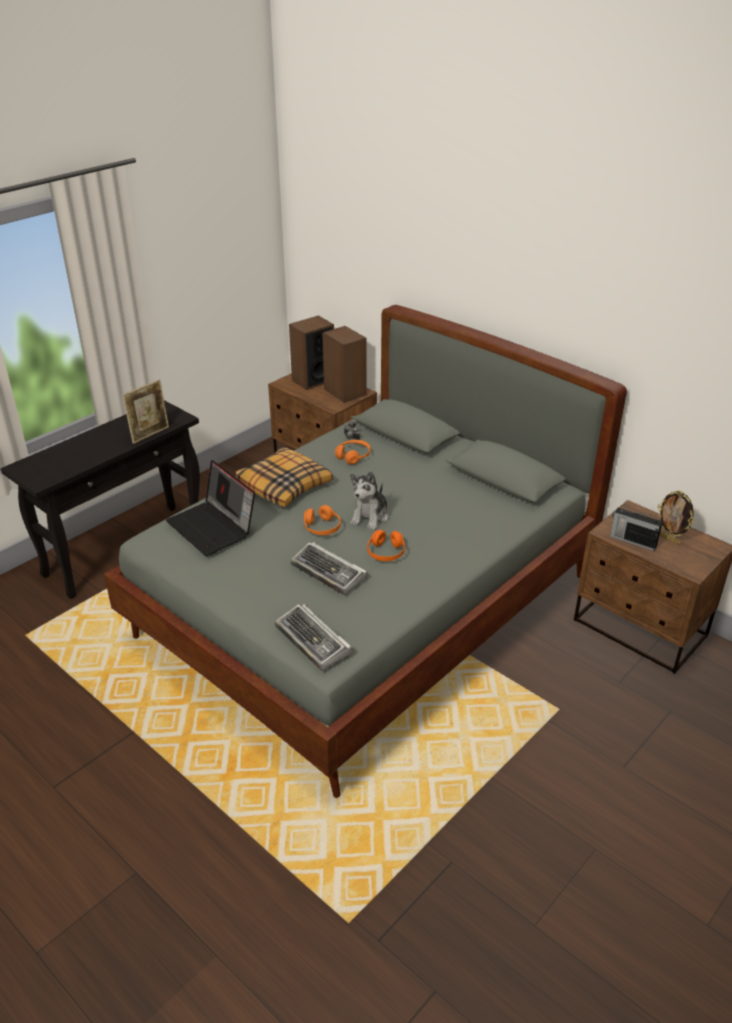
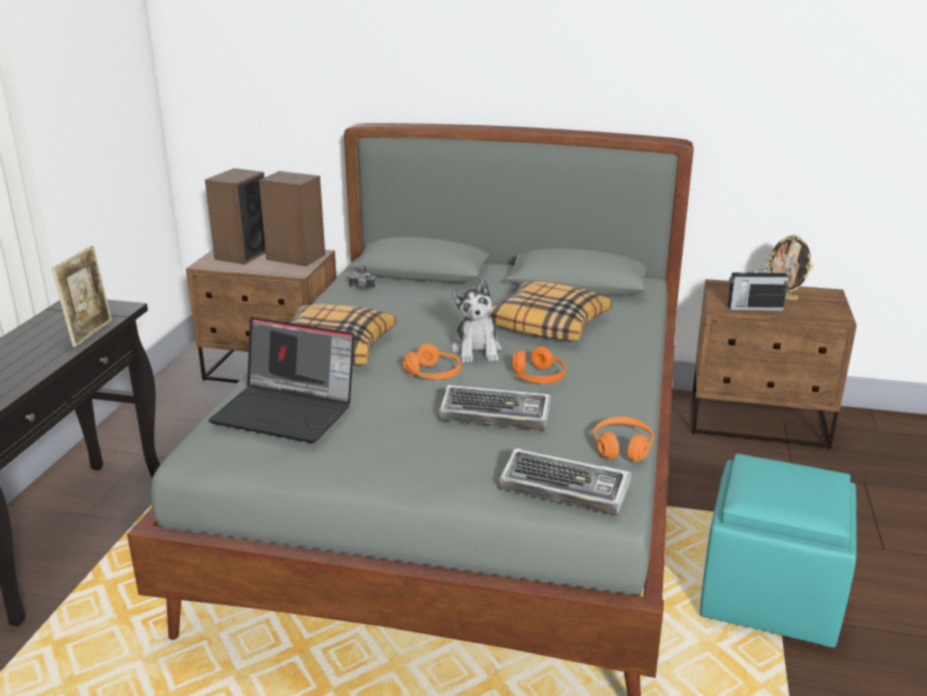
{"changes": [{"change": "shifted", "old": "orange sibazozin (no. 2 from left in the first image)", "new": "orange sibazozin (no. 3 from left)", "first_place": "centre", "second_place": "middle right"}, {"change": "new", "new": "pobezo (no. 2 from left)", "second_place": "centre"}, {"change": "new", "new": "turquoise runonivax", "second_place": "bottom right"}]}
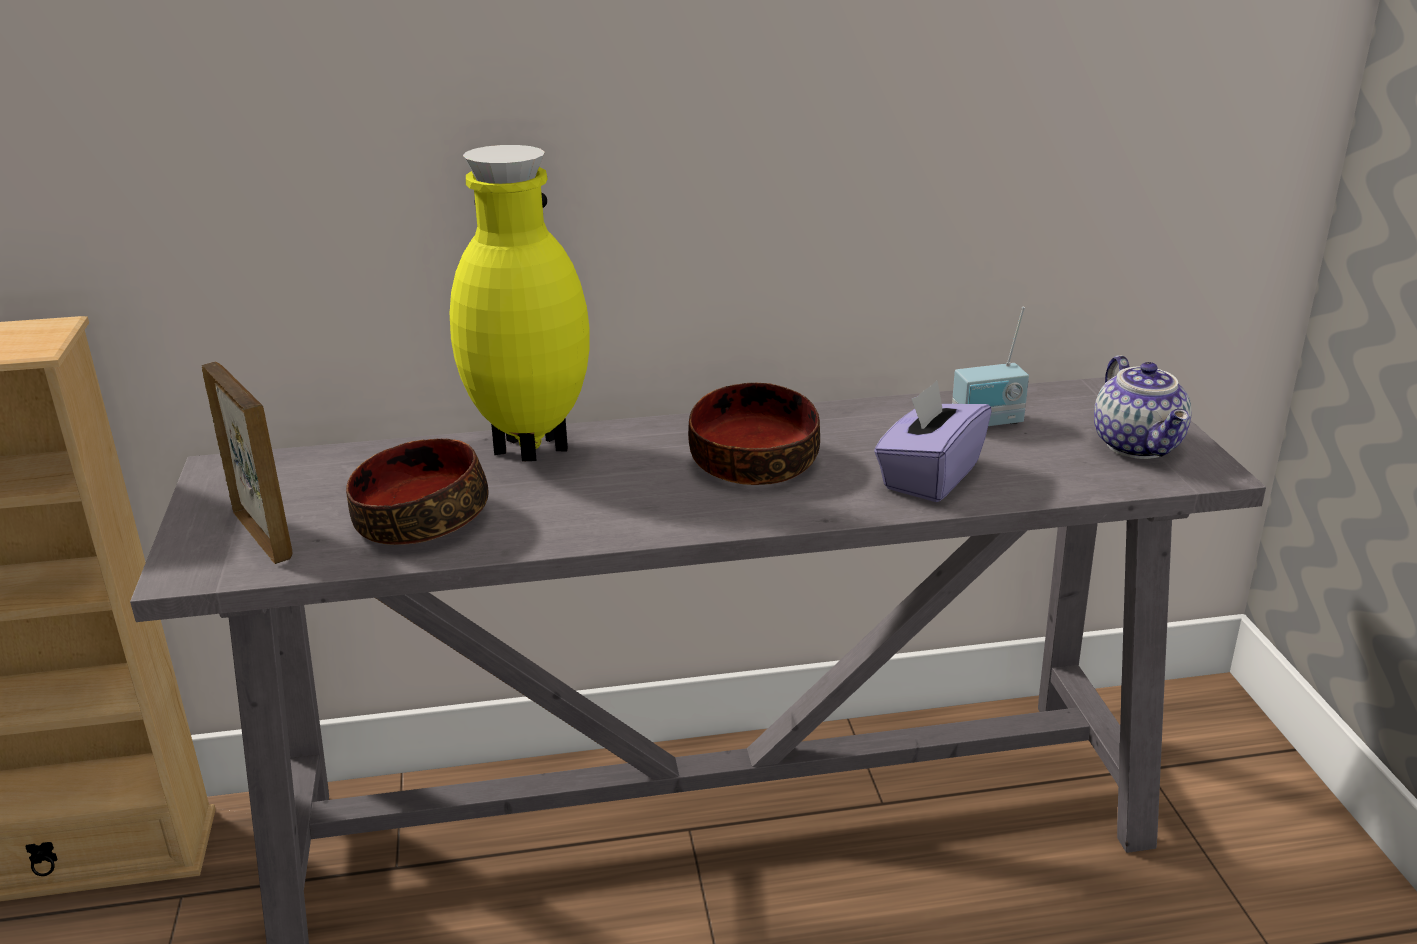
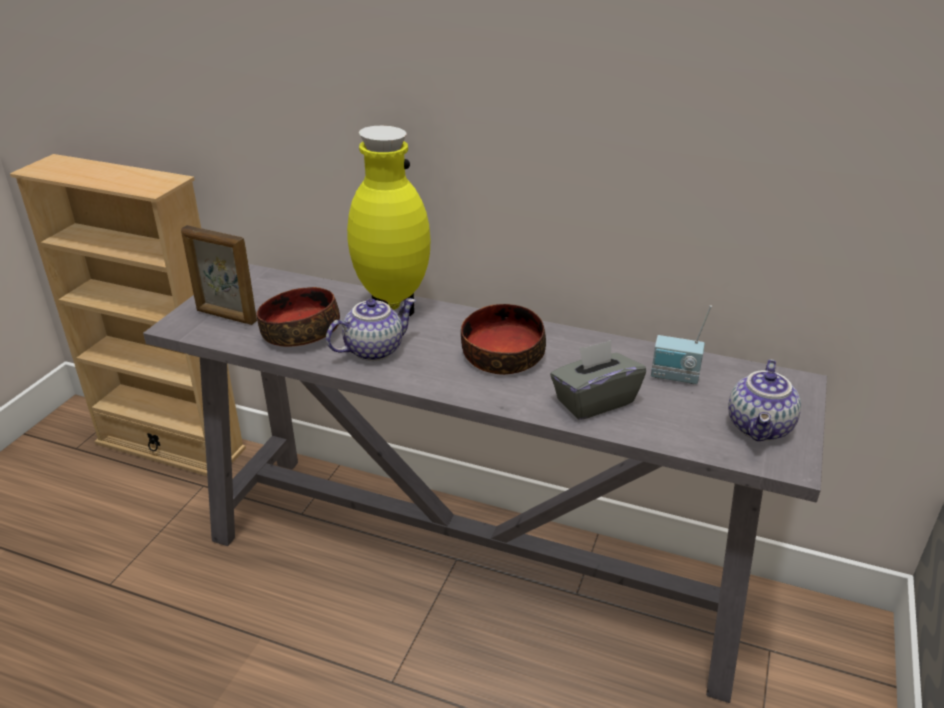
{"changes": [{"change": "rotated", "old": "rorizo", "first_place": "middle left", "second_place": "middle left", "degrees": 120}, {"change": "repainted", "old": "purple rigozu", "new": "grey rigozu", "first_place": "centre", "second_place": "centre"}, {"change": "new", "new": "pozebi (no. 1 from left)", "second_place": "centre"}]}
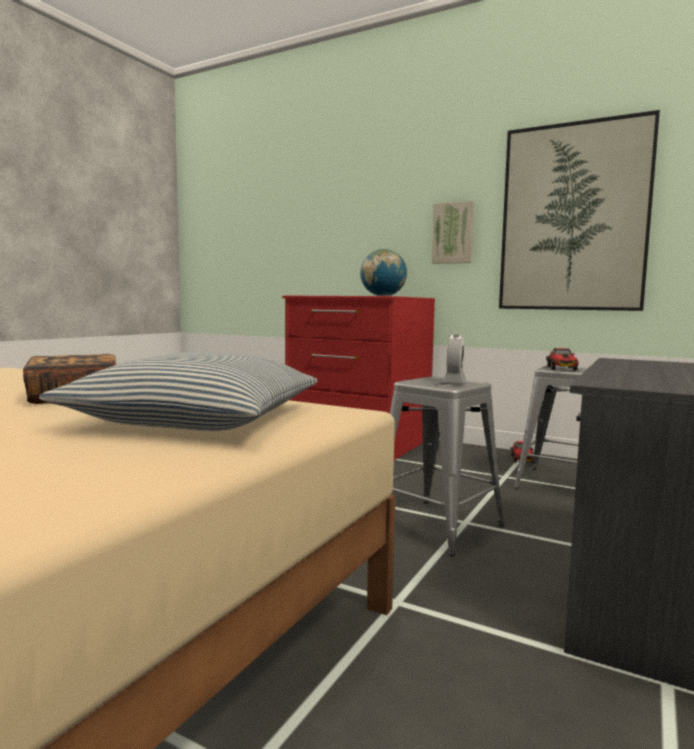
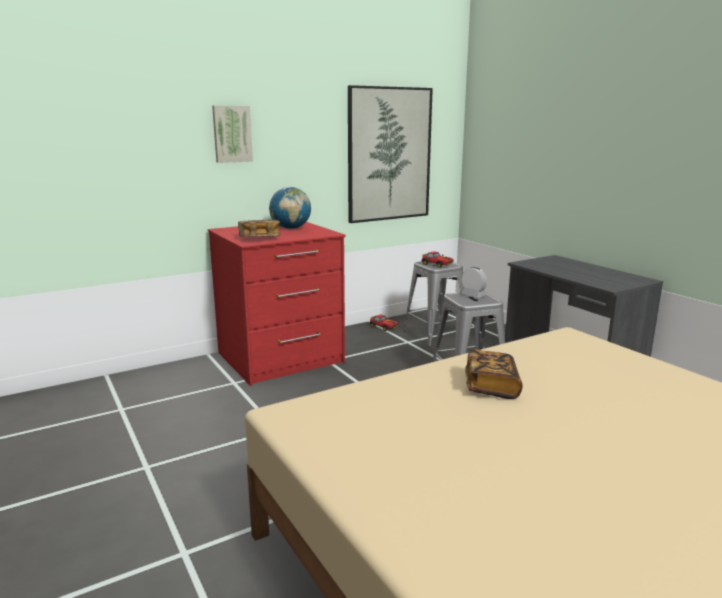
{"changes": [{"change": "gone", "old": "pobezo", "first_place": "middle left"}, {"change": "shifted", "old": "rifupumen (no. 1 from left)", "first_place": "top centre", "second_place": "top left"}, {"change": "new", "new": "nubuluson (no. 1 from left)", "second_place": "centre"}]}
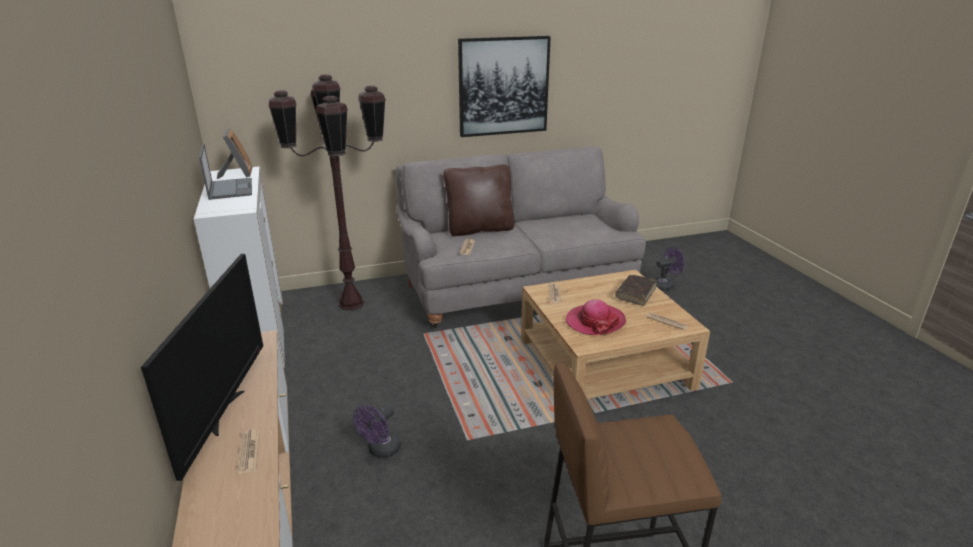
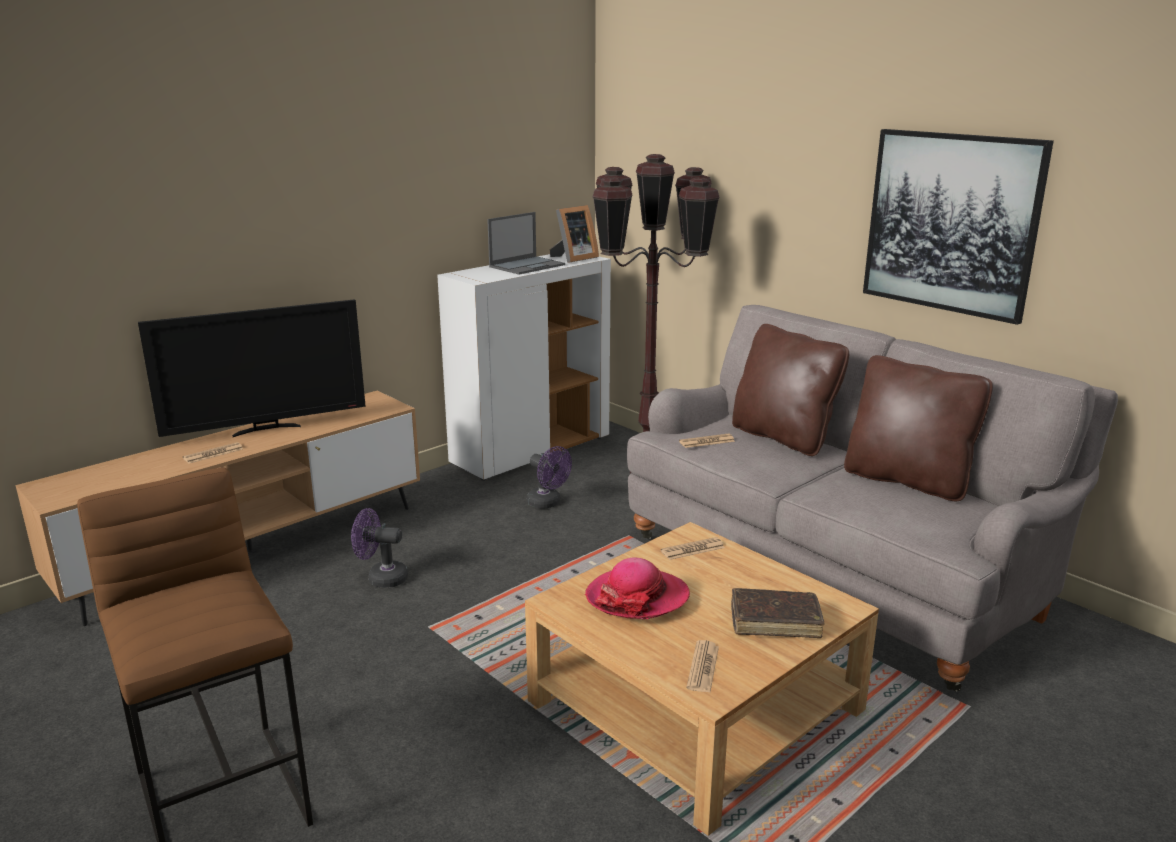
{"changes": [{"change": "shifted", "old": "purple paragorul (no. 2 from left)", "first_place": "middle right", "second_place": "centre"}, {"change": "new", "new": "brown pobezo (no. 2 from left)", "second_place": "middle right"}]}
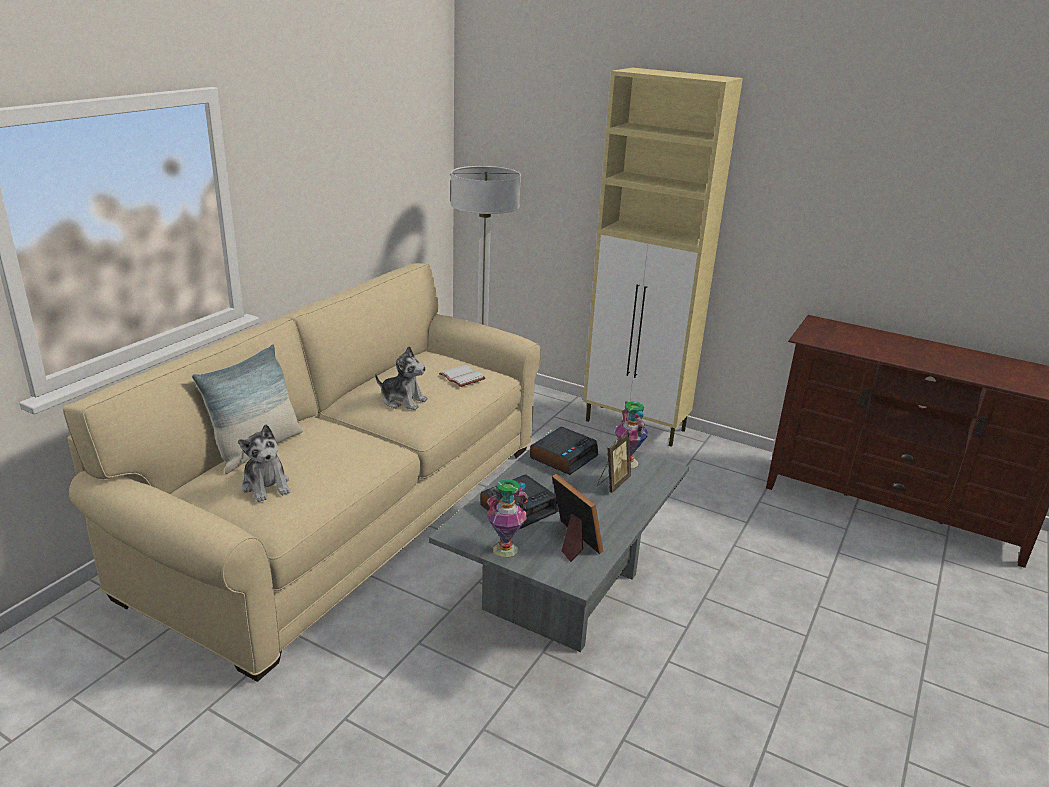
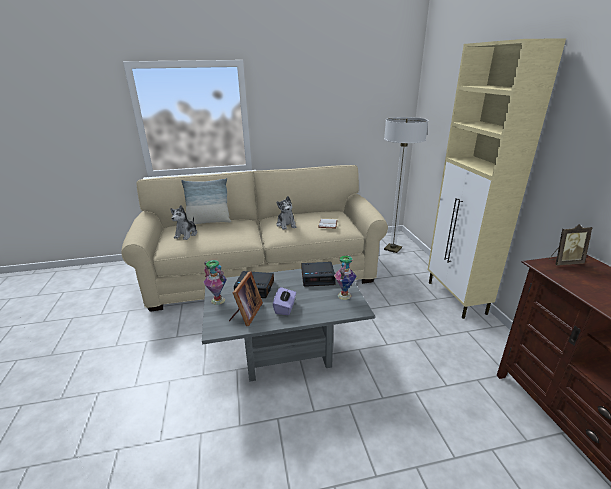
{"changes": [{"change": "shifted", "old": "rorizo (no. 2 from left)", "first_place": "centre", "second_place": "middle right"}, {"change": "new", "new": "purple rigozu", "second_place": "centre"}]}
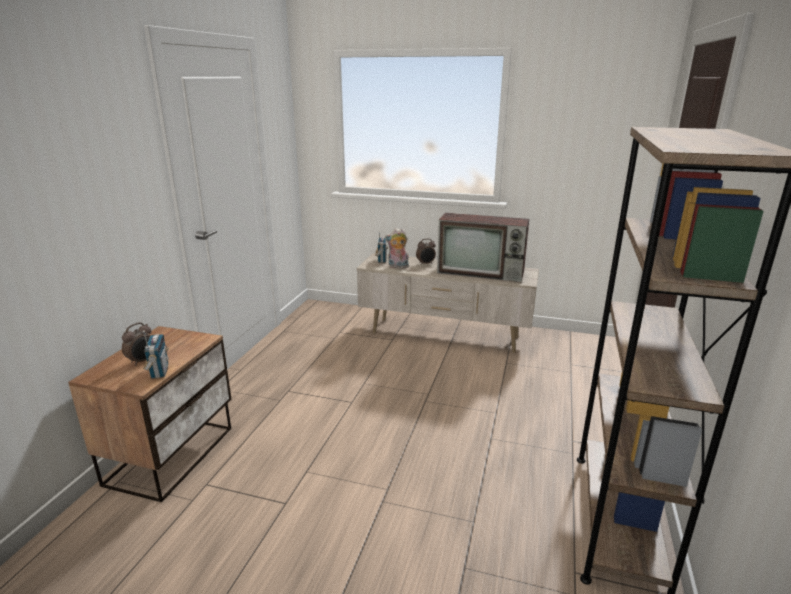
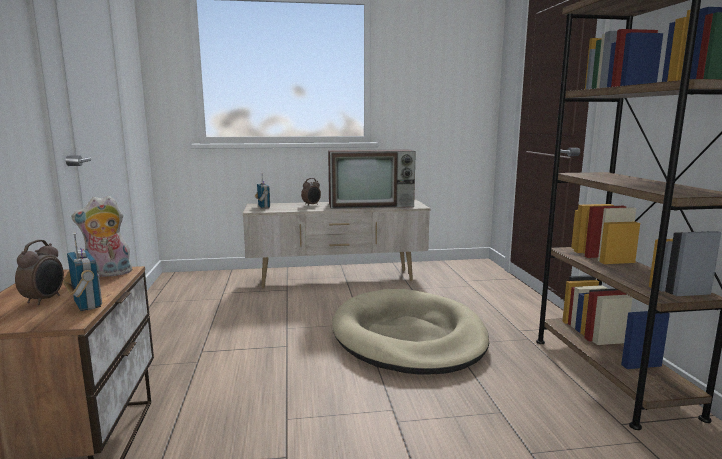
{"changes": [{"change": "shifted", "old": "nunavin", "first_place": "centre", "second_place": "middle left"}, {"change": "new", "new": "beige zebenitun", "second_place": "bottom centre"}]}
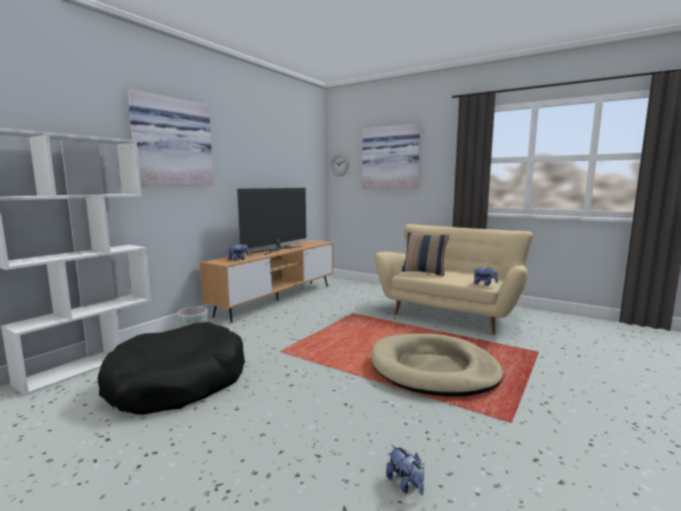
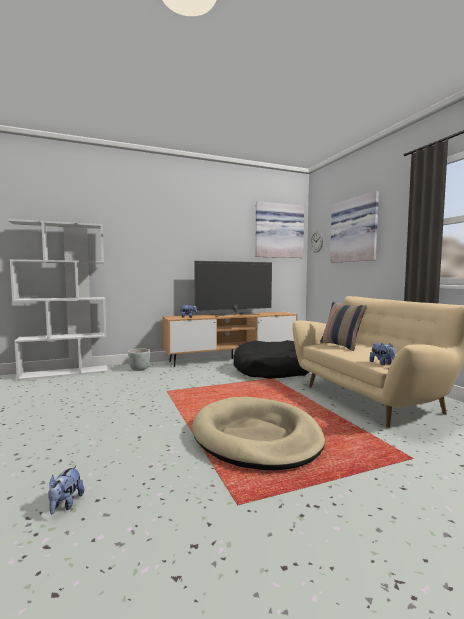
{"changes": [{"change": "shifted", "old": "black zebenitun", "first_place": "bottom left", "second_place": "centre"}, {"change": "shifted", "old": "rifupumen (no. 1 from left)", "first_place": "top left", "second_place": "centre"}]}
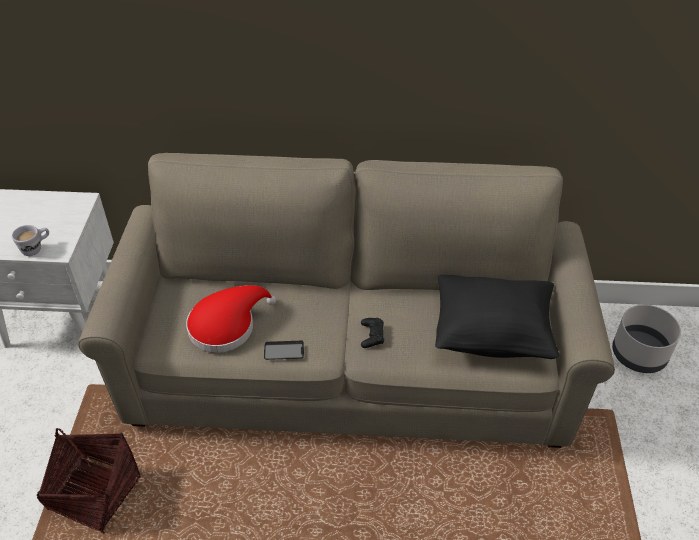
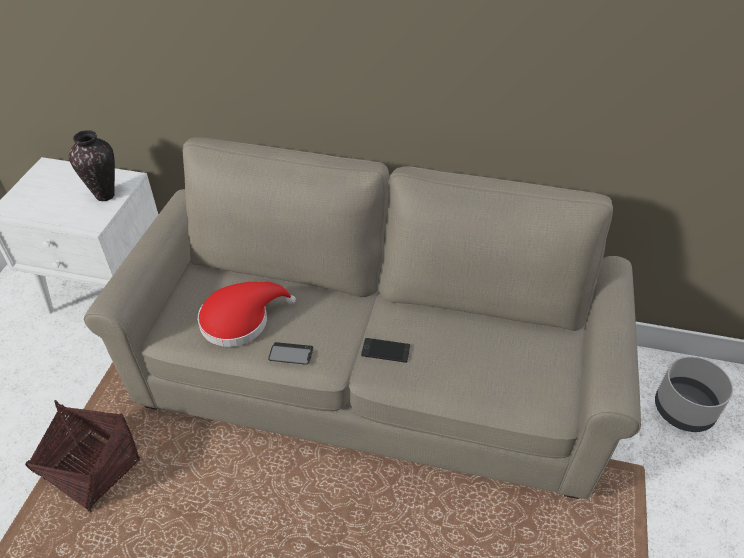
{"changes": [{"change": "gone", "old": "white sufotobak", "first_place": "middle left"}, {"change": "swapped", "old": "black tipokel", "new": "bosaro (no. 2 from left)", "first_place": "centre", "second_place": "centre"}, {"change": "gone", "old": "black pobezo", "first_place": "middle right"}, {"change": "new", "new": "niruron", "second_place": "top left"}]}
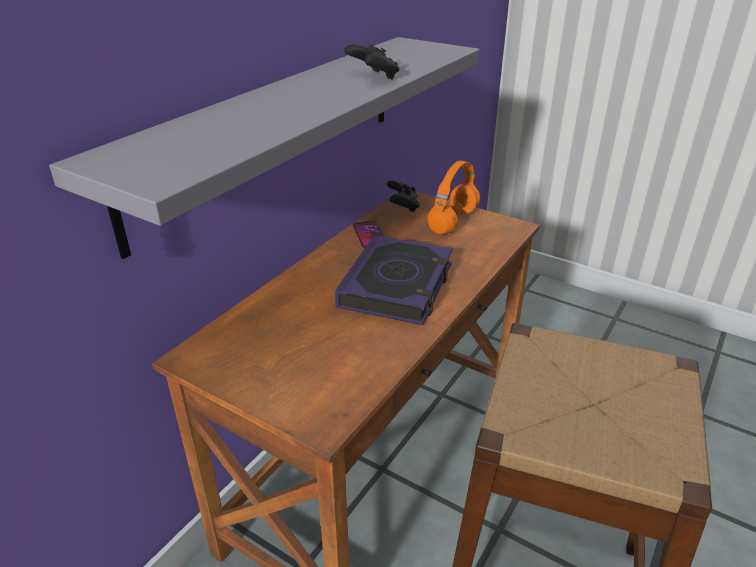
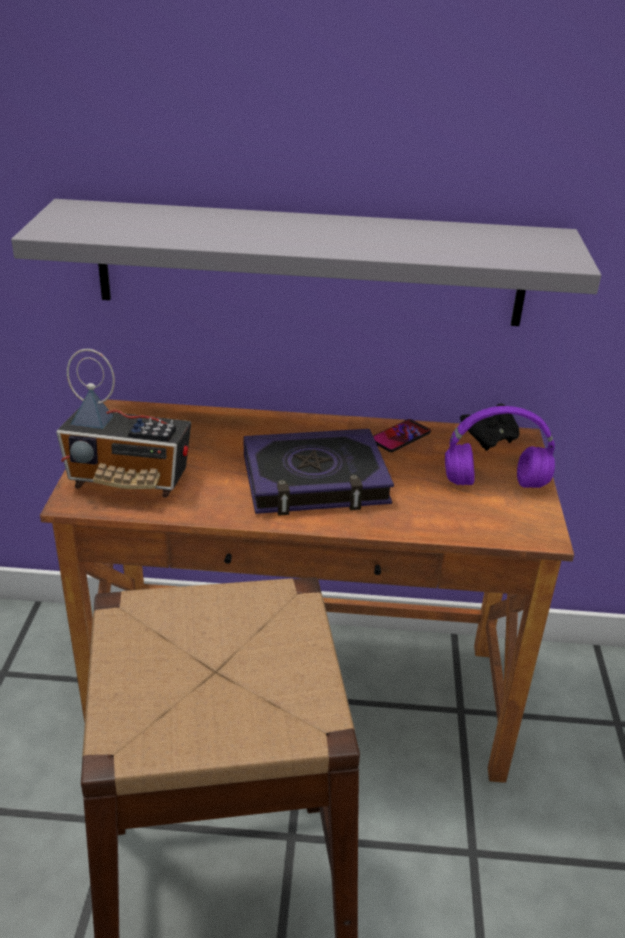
{"changes": [{"change": "gone", "old": "black tipokel (no. 1 from left)", "first_place": "top centre"}, {"change": "repainted", "old": "orange sibazozin", "new": "purple sibazozin", "first_place": "centre", "second_place": "middle right"}, {"change": "new", "new": "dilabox", "second_place": "middle left"}]}
